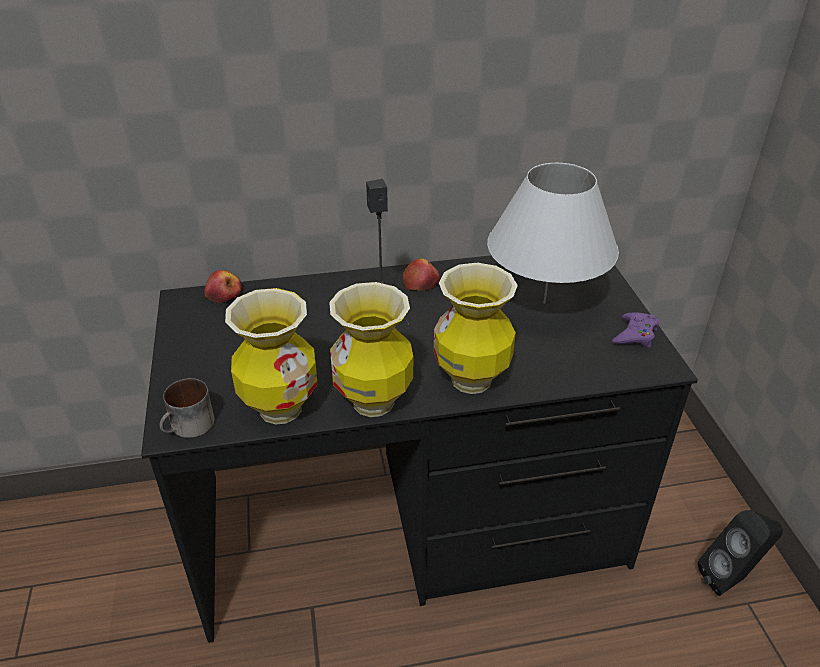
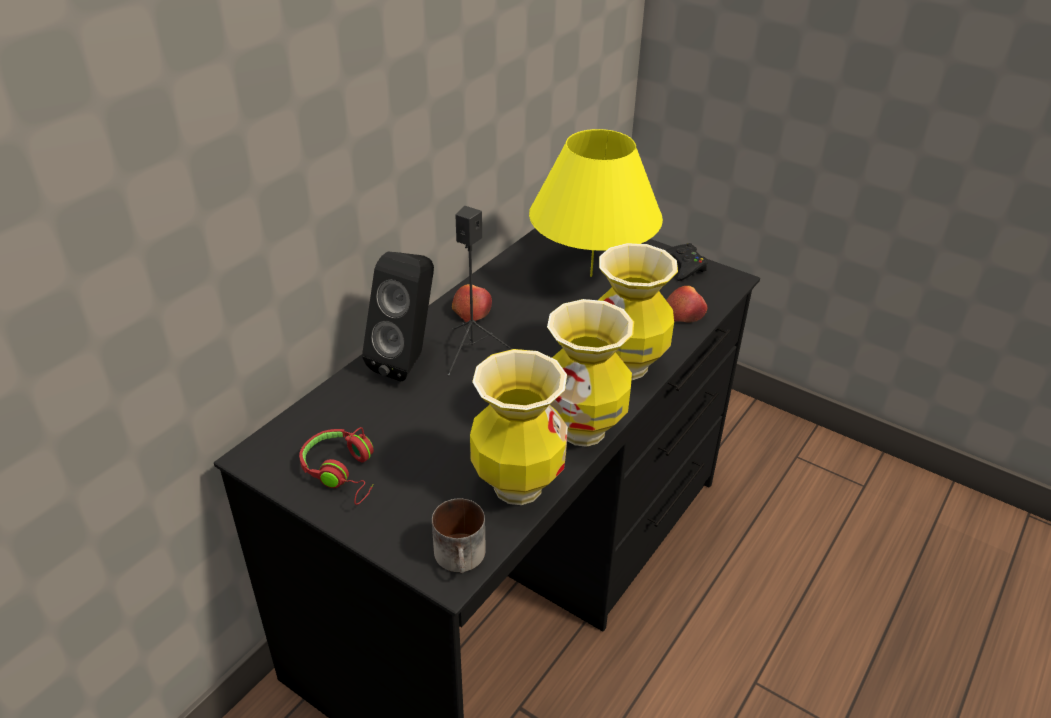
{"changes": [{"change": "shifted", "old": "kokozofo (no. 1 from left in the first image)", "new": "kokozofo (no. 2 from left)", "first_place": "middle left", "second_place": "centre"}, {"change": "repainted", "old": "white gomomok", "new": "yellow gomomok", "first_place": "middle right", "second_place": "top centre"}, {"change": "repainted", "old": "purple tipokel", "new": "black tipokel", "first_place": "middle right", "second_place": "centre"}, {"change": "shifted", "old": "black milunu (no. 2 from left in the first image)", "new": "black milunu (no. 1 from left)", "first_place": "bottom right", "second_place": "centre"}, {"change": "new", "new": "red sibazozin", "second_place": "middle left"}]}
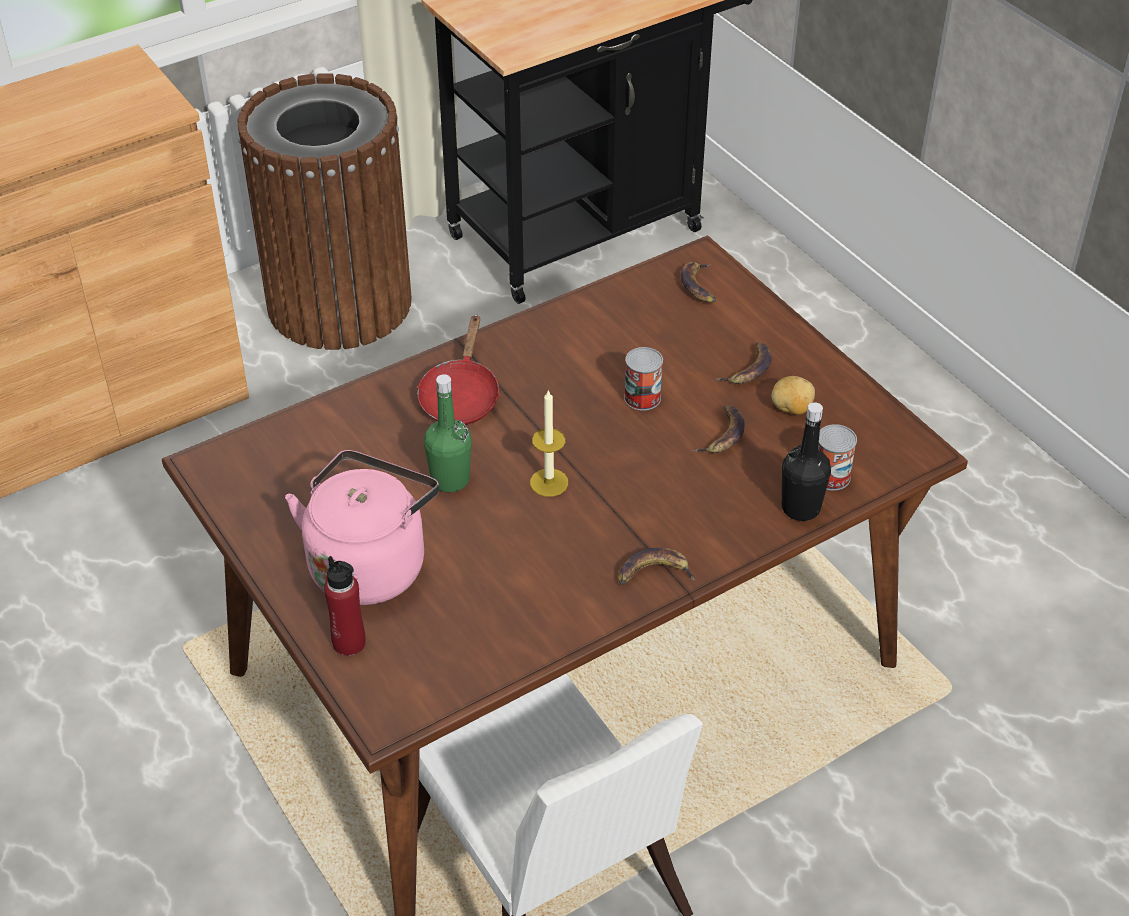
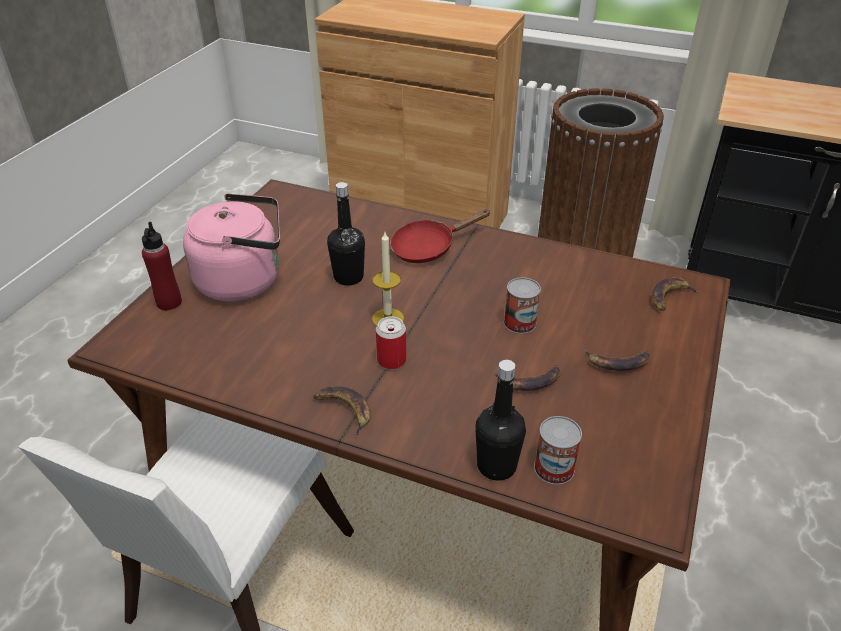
{"changes": [{"change": "repainted", "old": "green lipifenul", "new": "black lipifenul (no. 1 from left)", "first_place": "centre", "second_place": "centre"}, {"change": "gone", "old": "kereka", "first_place": "middle right"}, {"change": "new", "new": "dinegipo (no. 1 from left)", "second_place": "centre"}]}
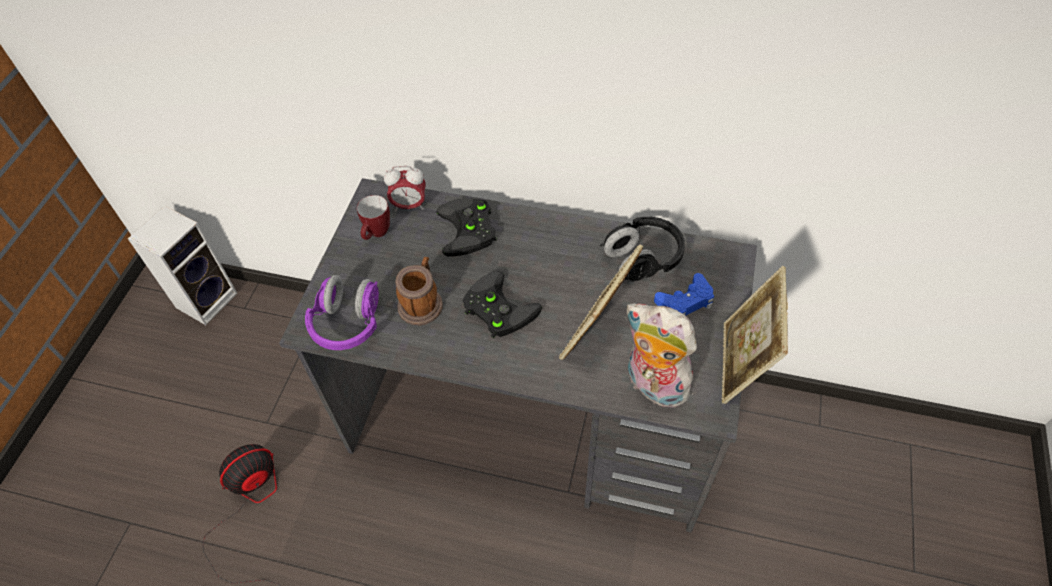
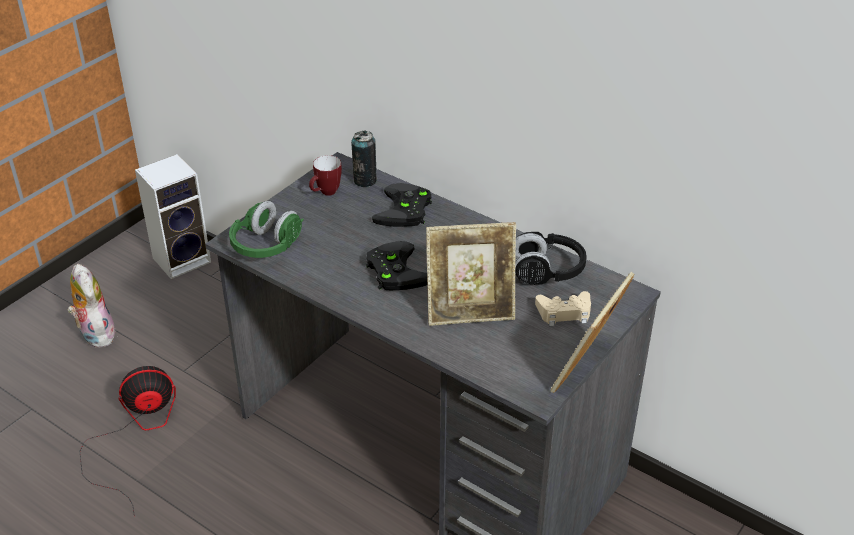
{"changes": [{"change": "repainted", "old": "purple sibazozin", "new": "green sibazozin", "first_place": "middle left", "second_place": "middle left"}, {"change": "swapped", "old": "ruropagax", "new": "dinegipo", "first_place": "top centre", "second_place": "top centre"}, {"change": "gone", "old": "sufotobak (no. 2 from left)", "first_place": "centre"}, {"change": "rotated", "old": "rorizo (no. 1 from left)", "first_place": "centre", "second_place": "centre", "degrees": -150}, {"change": "shifted", "old": "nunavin", "first_place": "centre", "second_place": "middle left"}, {"change": "repainted", "old": "blue tipokel", "new": "beige tipokel", "first_place": "centre", "second_place": "centre"}]}
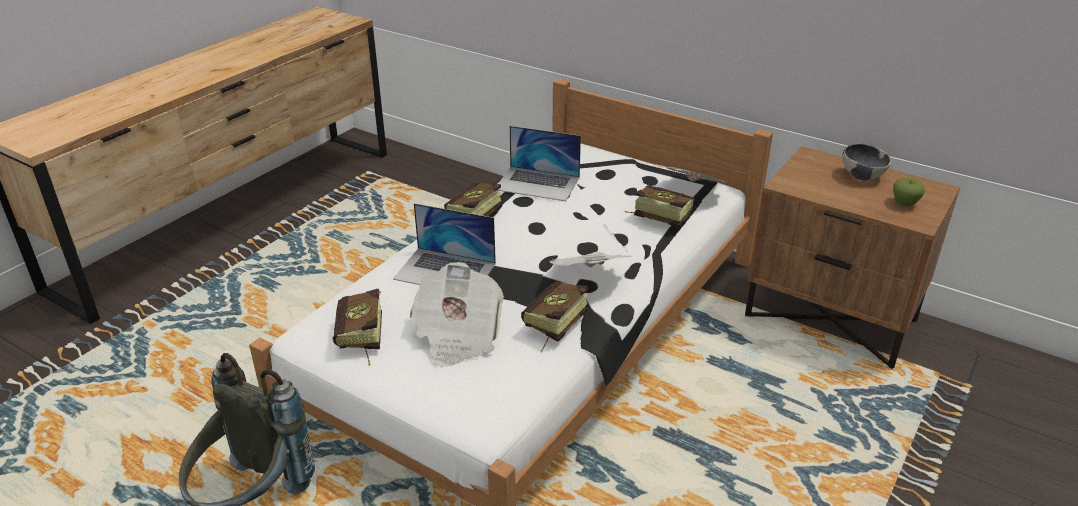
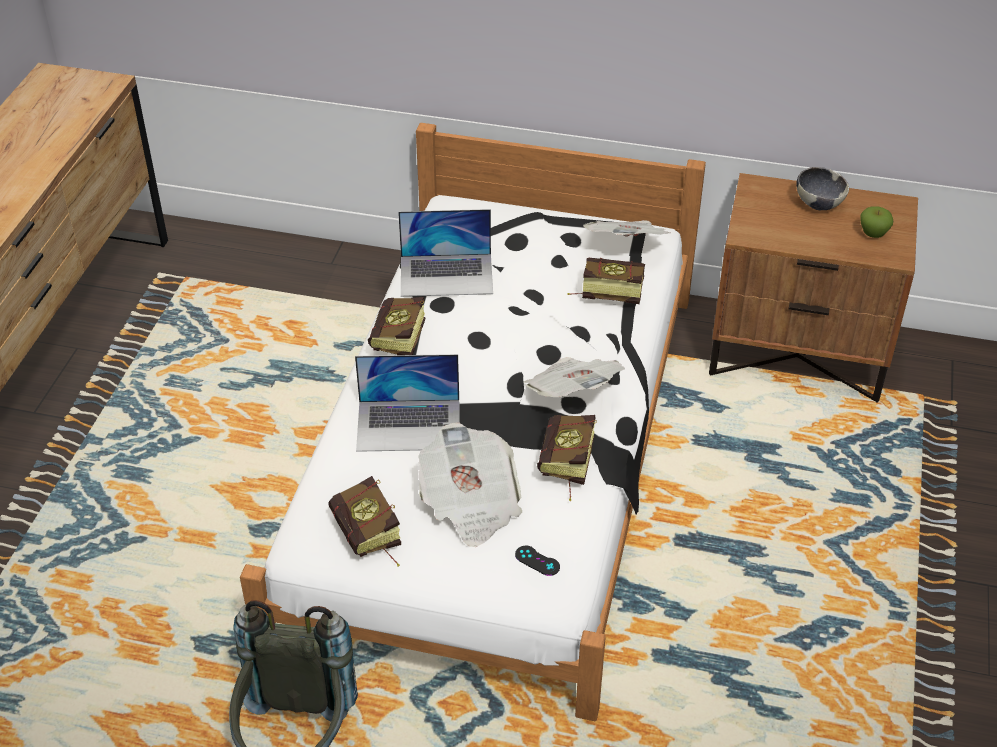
{"changes": [{"change": "new", "new": "black tipokel", "second_place": "bottom centre"}]}
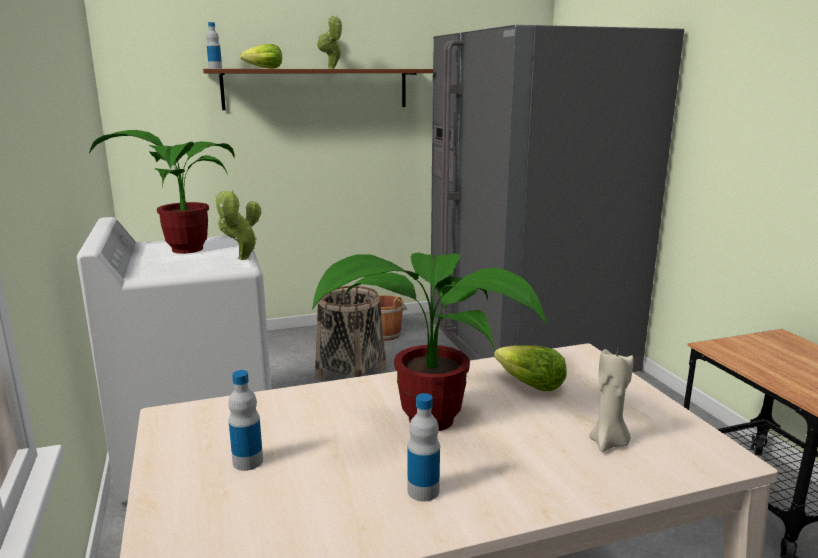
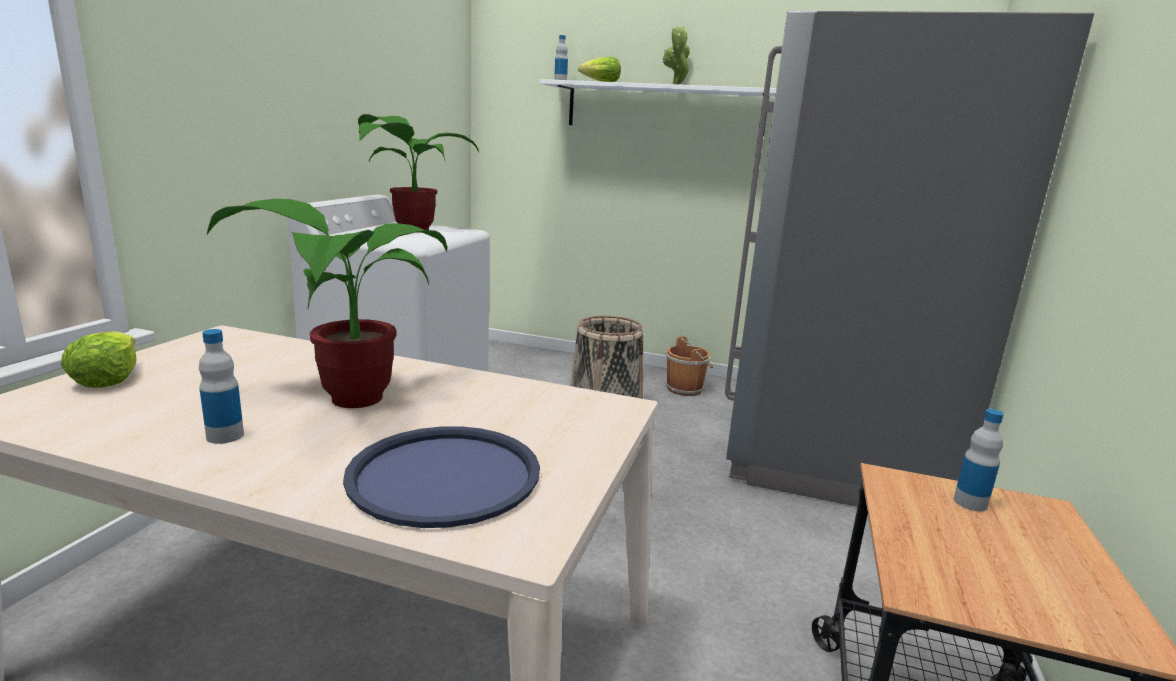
{"changes": [{"change": "repainted", "old": "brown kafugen", "new": "white kafugen", "first_place": "top centre", "second_place": "top centre"}, {"change": "gone", "old": "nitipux (no. 2 from left)", "first_place": "middle left"}, {"change": "shifted", "old": "lipifenul (no. 2 from left in the first image)", "new": "lipifenul (no. 3 from left)", "first_place": "bottom left", "second_place": "bottom right"}, {"change": "shifted", "old": "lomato (no. 2 from left in the first image)", "new": "lomato (no. 1 from left)", "first_place": "centre", "second_place": "middle left"}, {"change": "swapped", "old": "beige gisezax", "new": "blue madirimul", "first_place": "bottom right", "second_place": "bottom centre"}]}
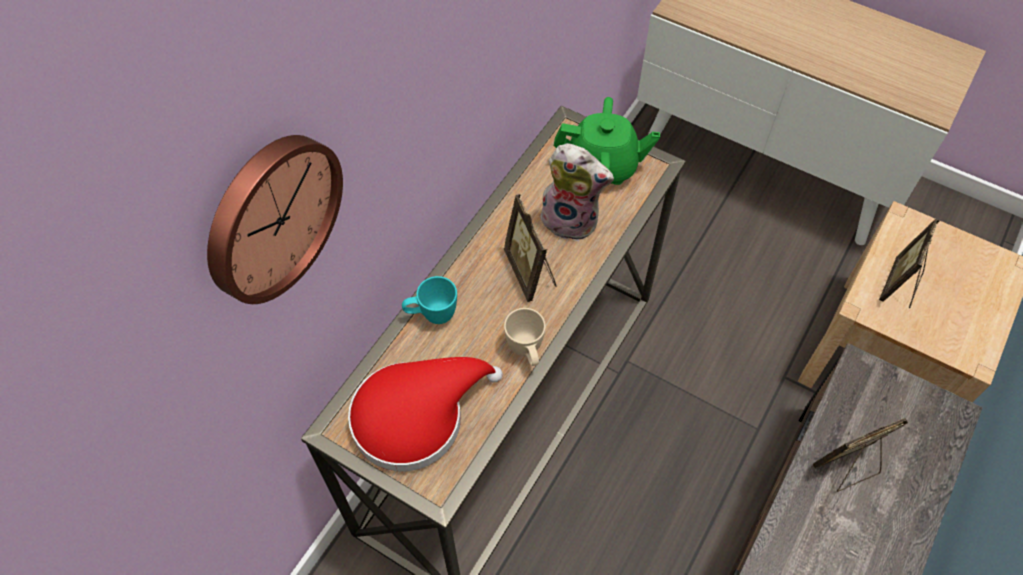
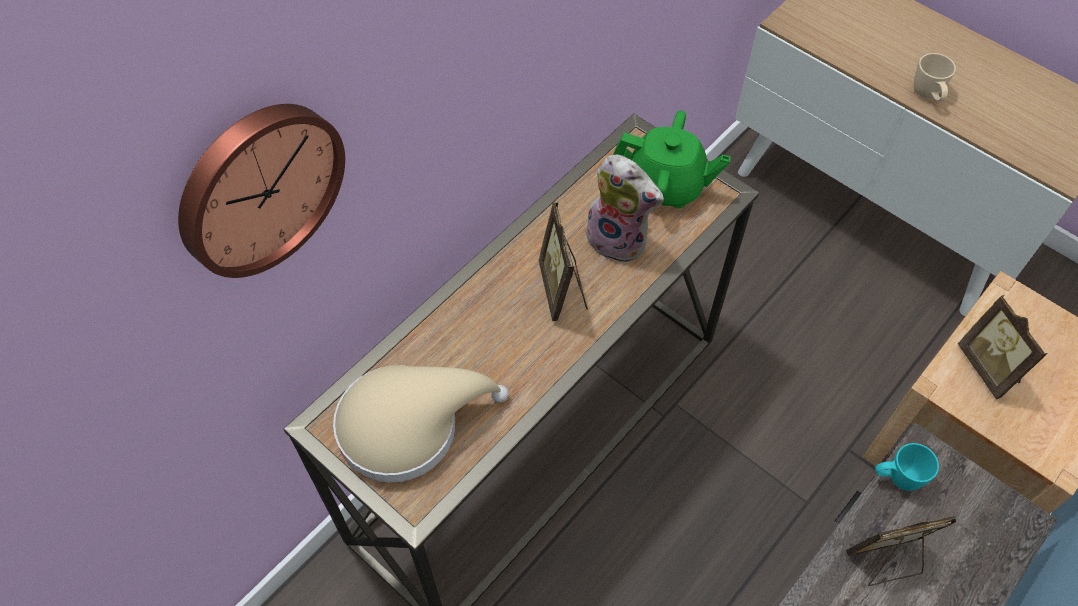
{"changes": [{"change": "repainted", "old": "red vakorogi", "new": "beige vakorogi", "first_place": "bottom centre", "second_place": "bottom centre"}, {"change": "shifted", "old": "turquoise sufotobak", "first_place": "centre", "second_place": "bottom right"}, {"change": "shifted", "old": "beige sufotobak", "first_place": "centre", "second_place": "top right"}, {"change": "rotated", "old": "rorizo (no. 3 from left)", "first_place": "middle right", "second_place": "middle right", "degrees": -60}]}
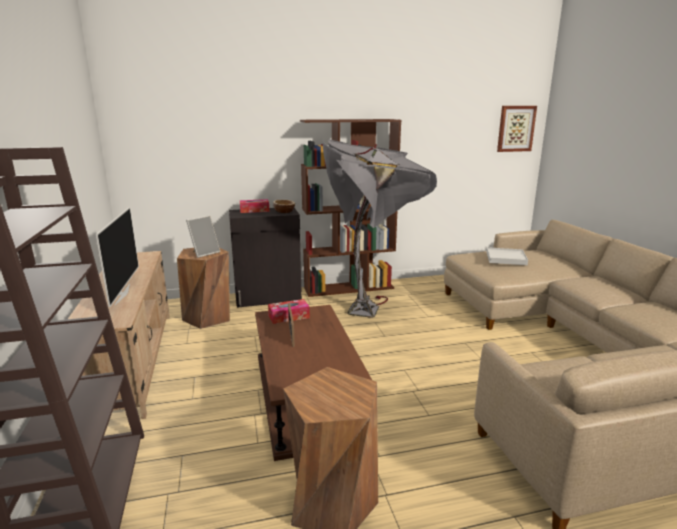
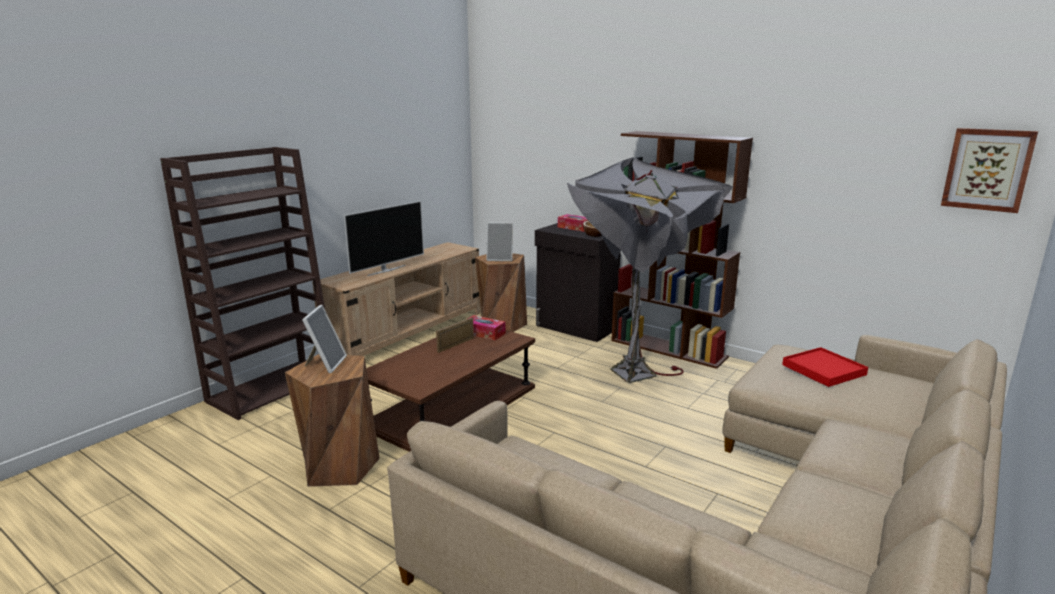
{"changes": [{"change": "repainted", "old": "white madirimul", "new": "red madirimul", "first_place": "middle right", "second_place": "middle right"}, {"change": "new", "new": "rorizo (no. 1 from left)", "second_place": "middle left"}]}
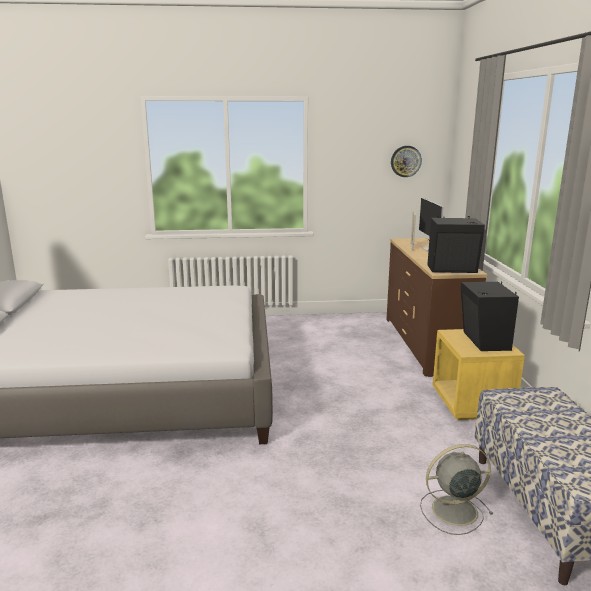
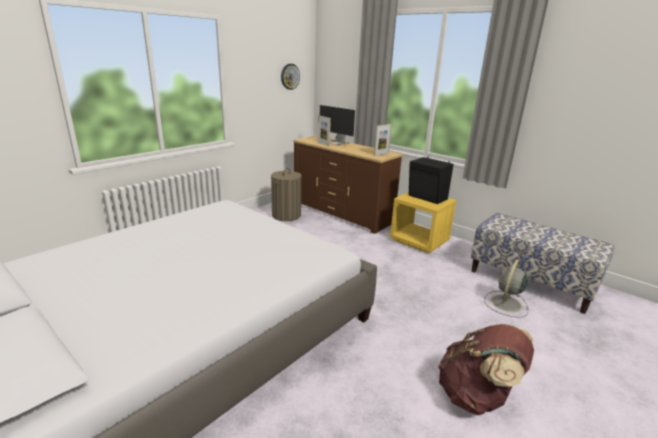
{"changes": [{"change": "swapped", "old": "black milunu (no. 1 from left)", "new": "rorizo (no. 2 from left)", "first_place": "middle right", "second_place": "top centre"}, {"change": "new", "new": "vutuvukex", "second_place": "centre"}, {"change": "new", "new": "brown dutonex", "second_place": "bottom right"}]}
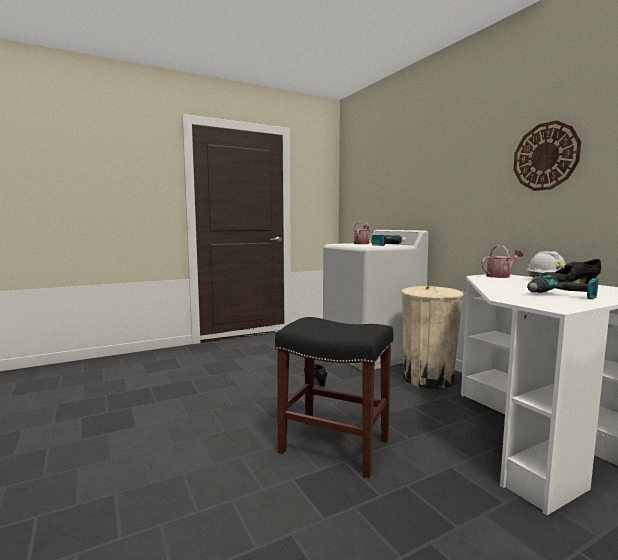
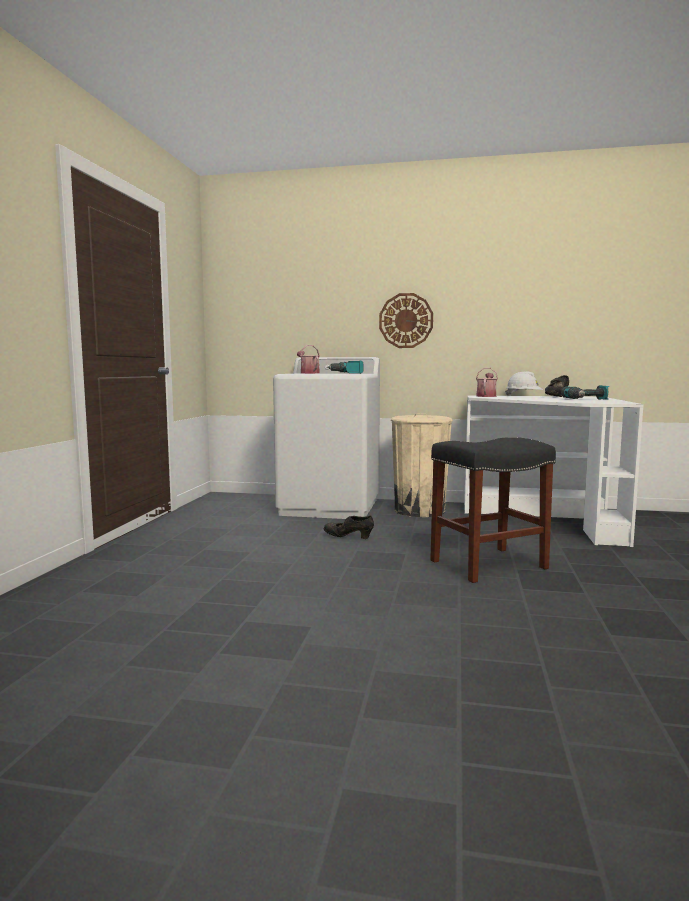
{"changes": [{"change": "shifted", "old": "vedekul", "first_place": "top right", "second_place": "centre"}]}
